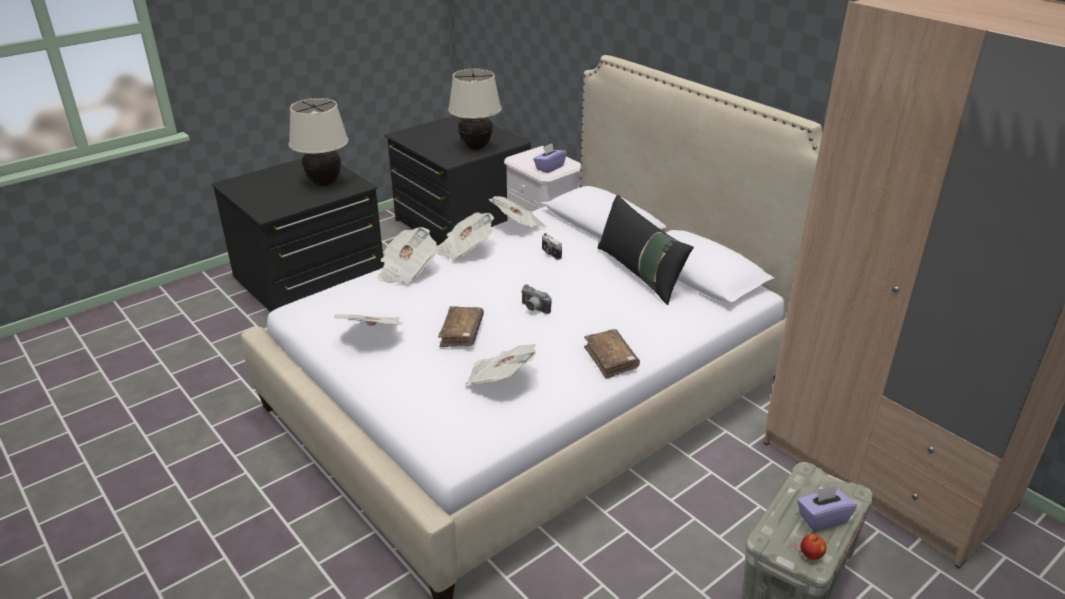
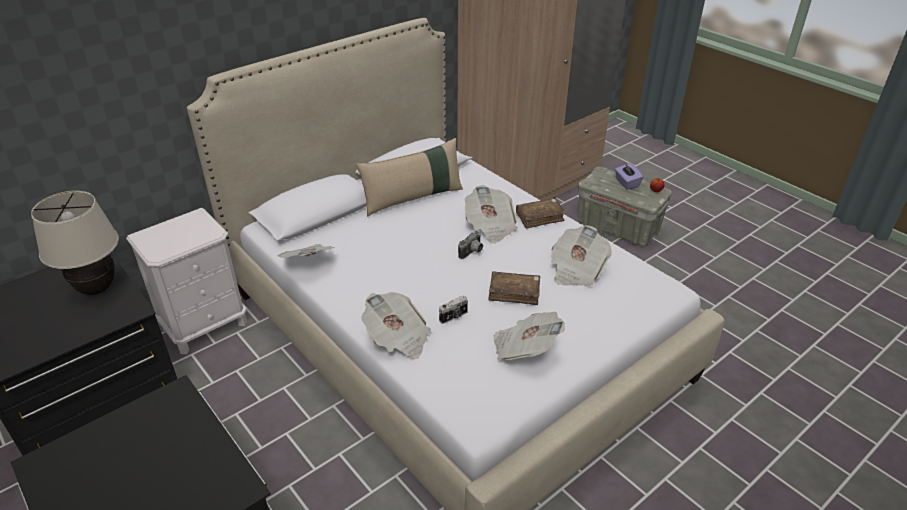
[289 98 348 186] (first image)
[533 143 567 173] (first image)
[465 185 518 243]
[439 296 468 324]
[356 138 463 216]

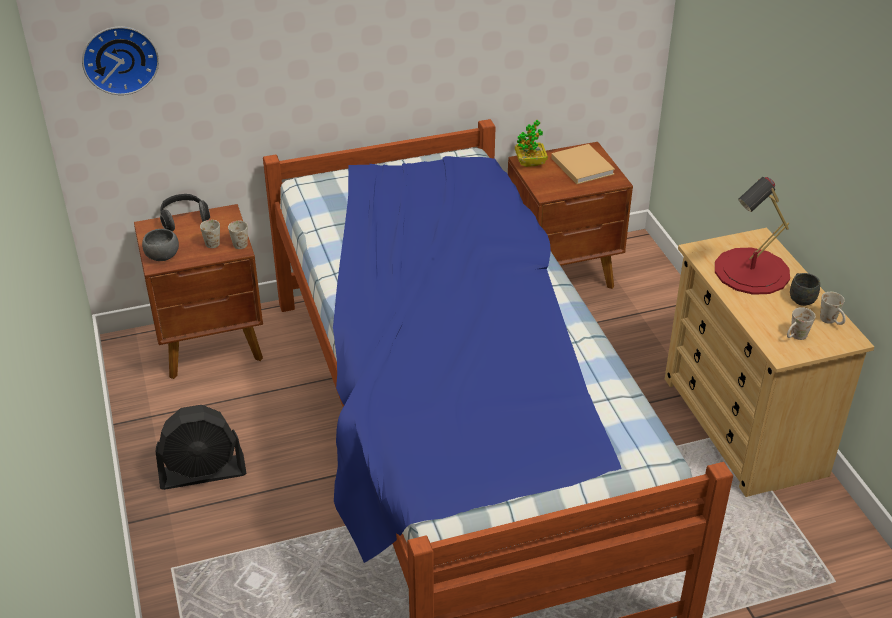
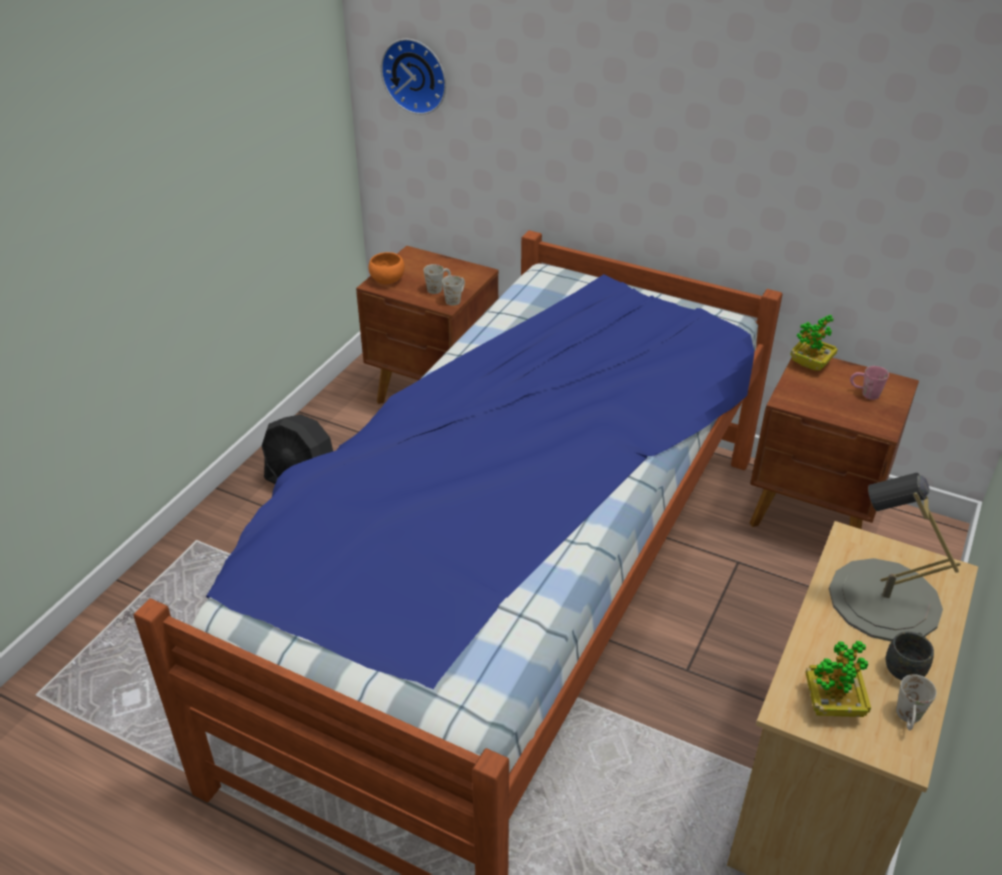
[160 194 210 231] (first image)
[850 366 889 400]
[805 641 871 717]
[368 252 405 284]
[829 473 961 641]

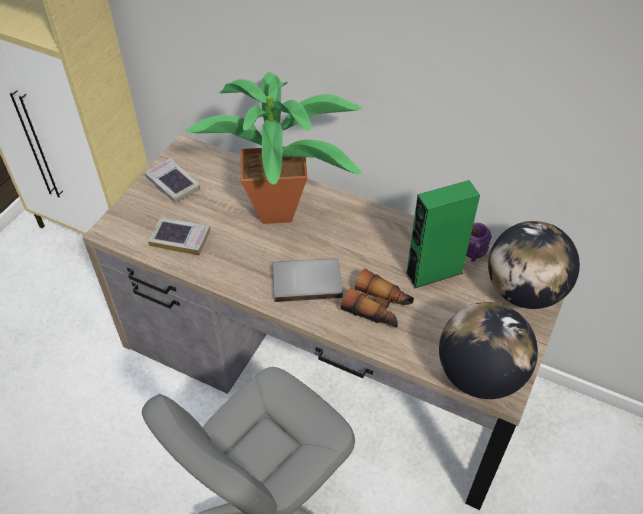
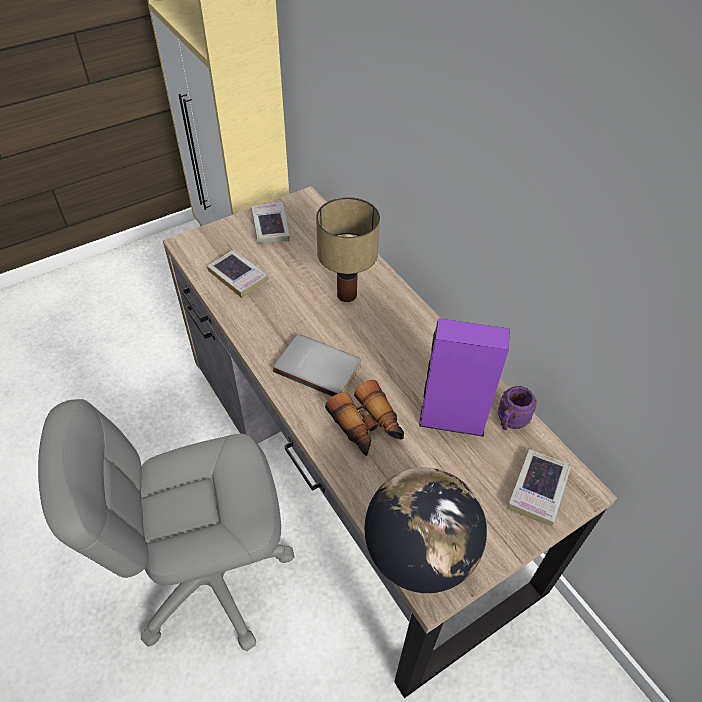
[316 197 380 302]
[508 449 572 526]
[419 318 510 437]

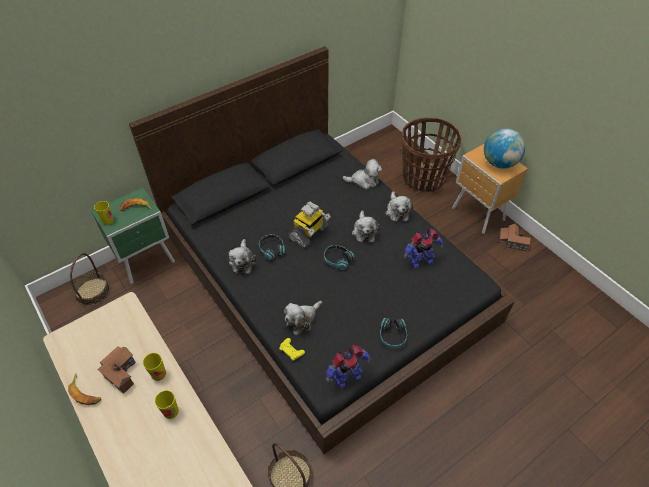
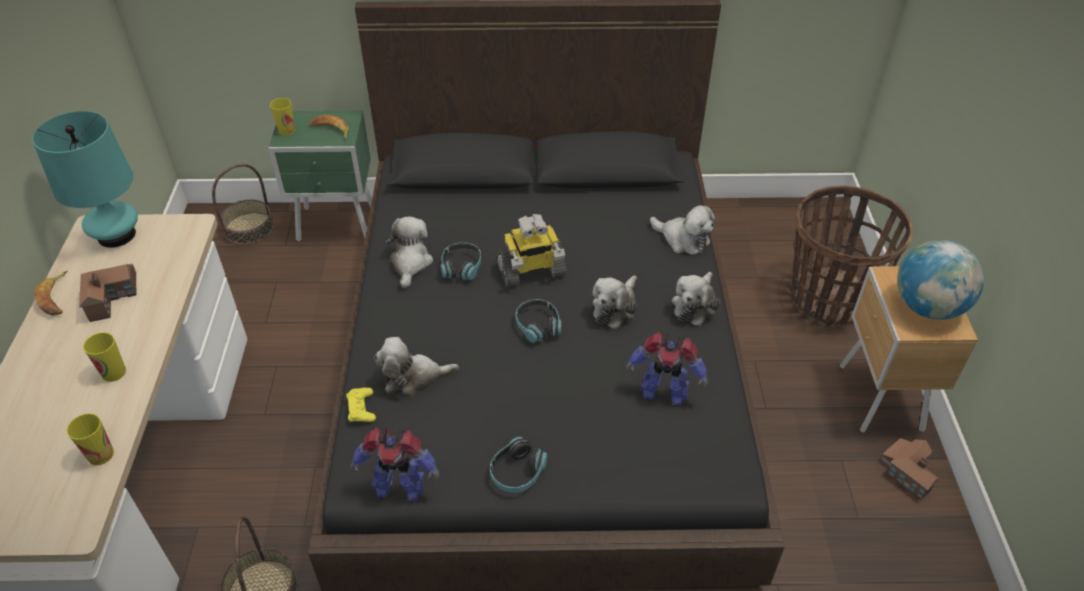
[32 111 138 248]
[66 413 114 465]
[386 217 433 289]

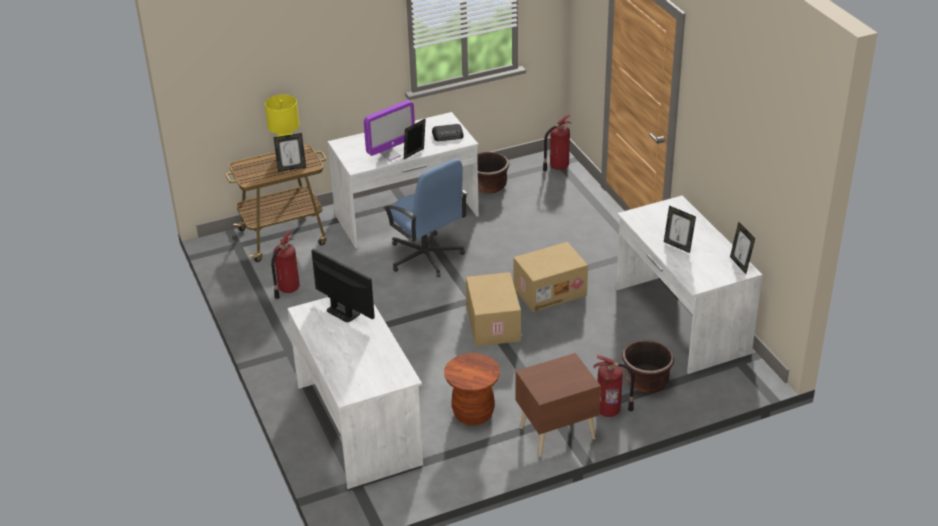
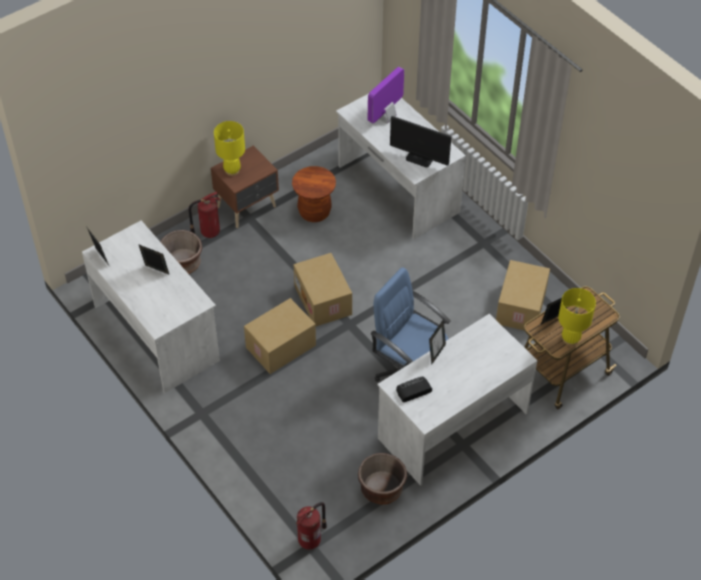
[214 121 245 176]
[368 67 404 123]
[496 260 550 331]

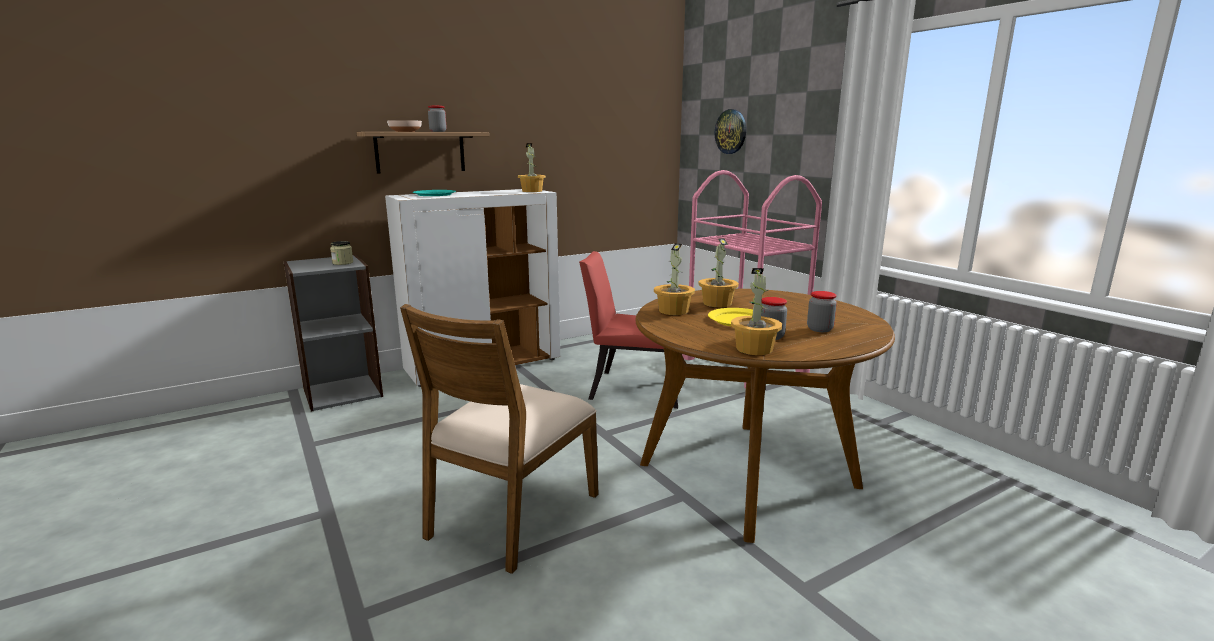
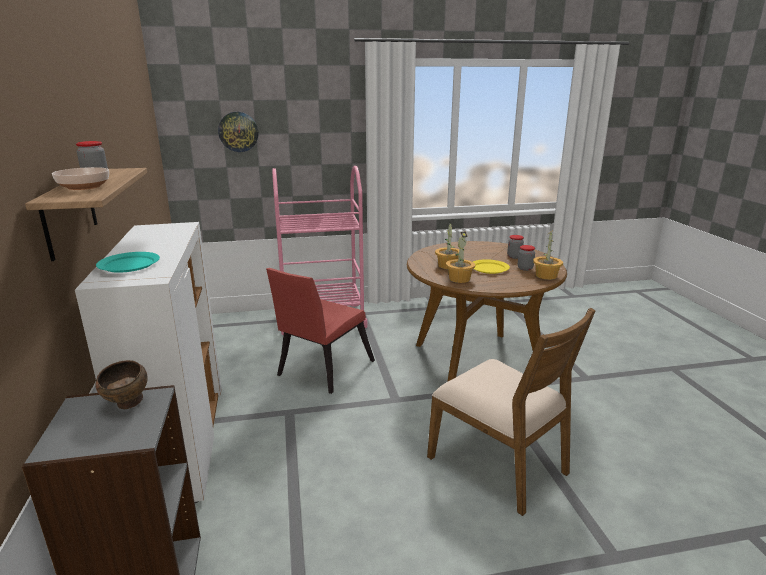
[518 143 546 192] (first image)
[95 360 148 409]

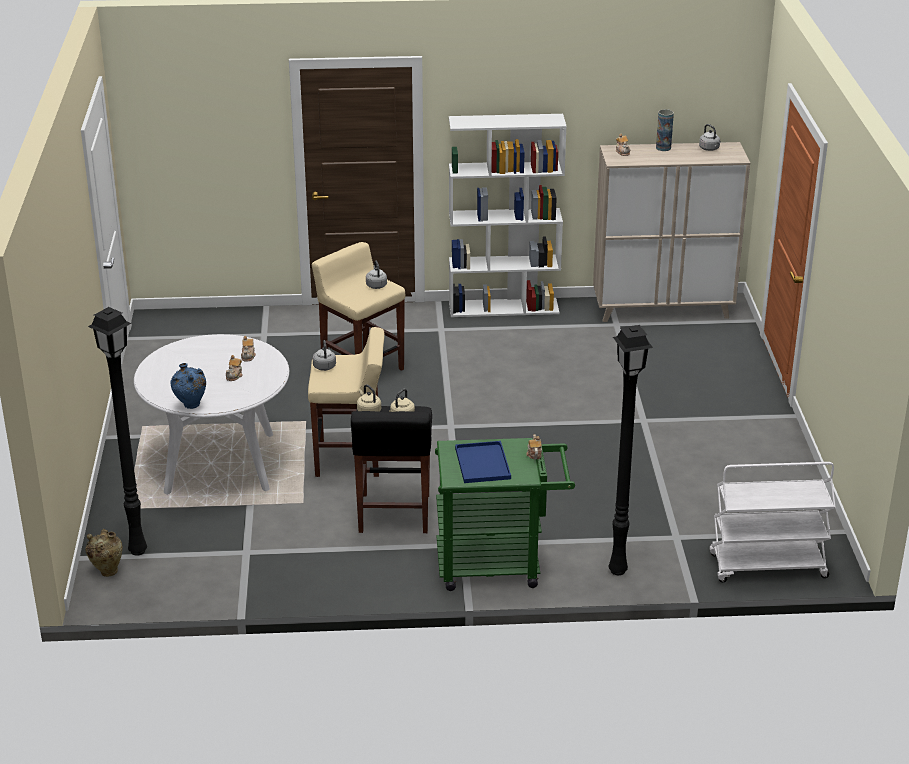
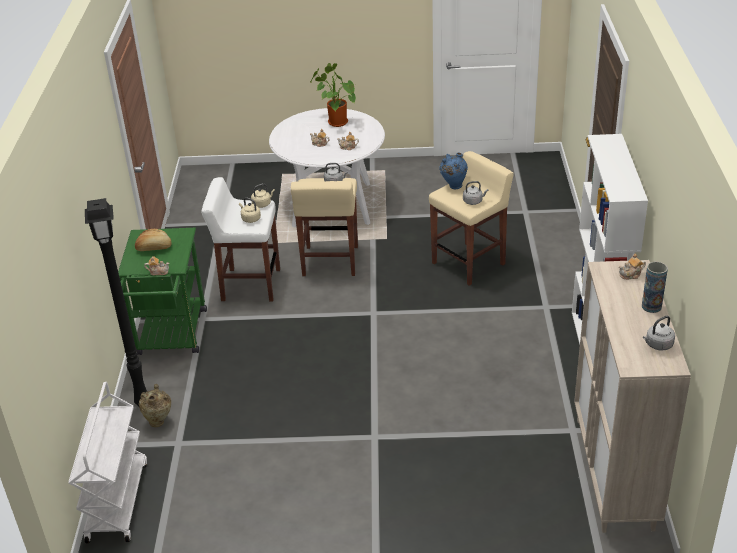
[88 307 147 556] (first image)
[310 63 356 127]
[139 384 171 427]
[439 153 468 189]
[135 229 172 251]
[201 177 280 302]

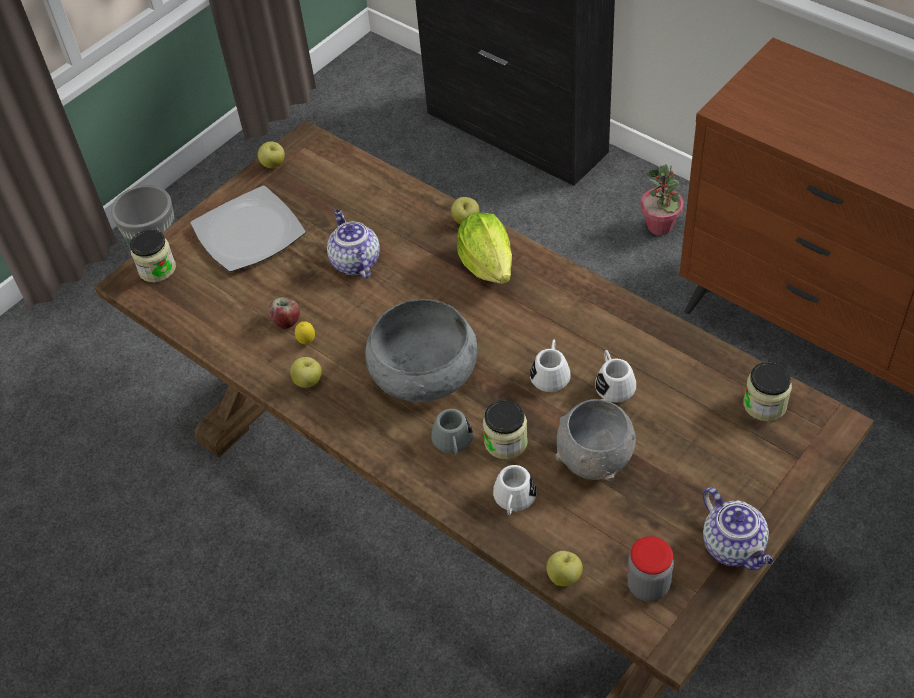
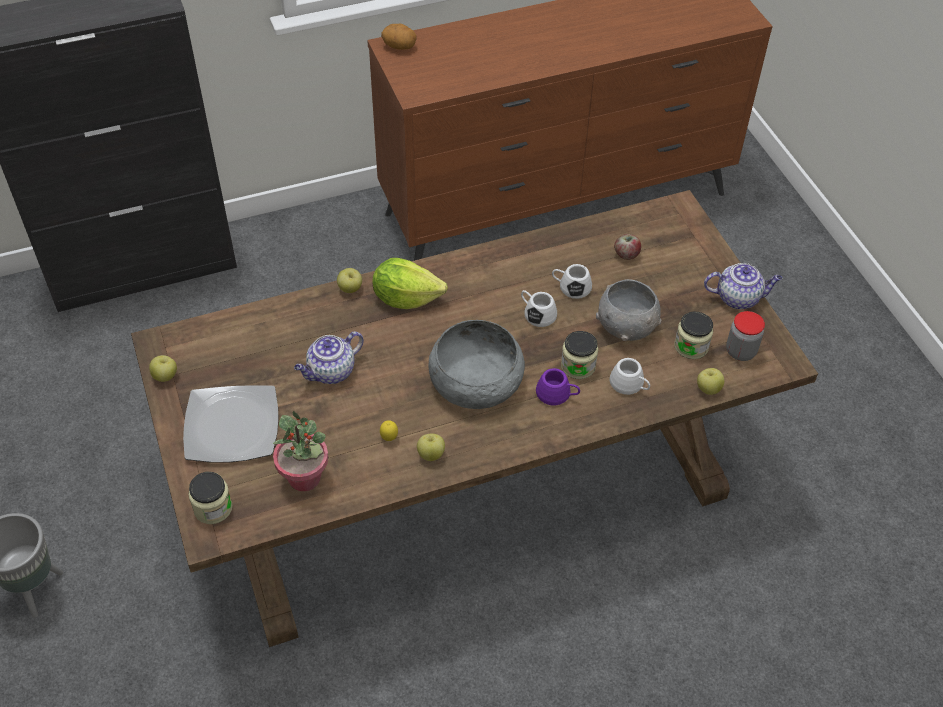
[381 24 417 50]
[614 234 641 260]
[273 411 328 492]
[674 312 713 359]
[536 368 580 405]
[294 331 364 384]

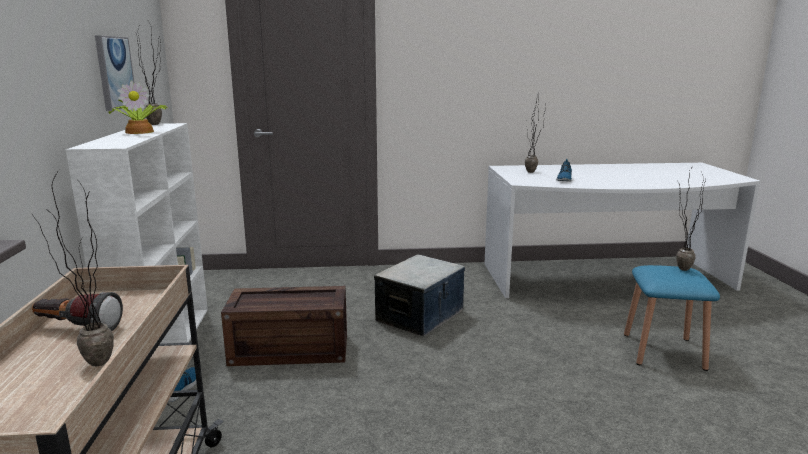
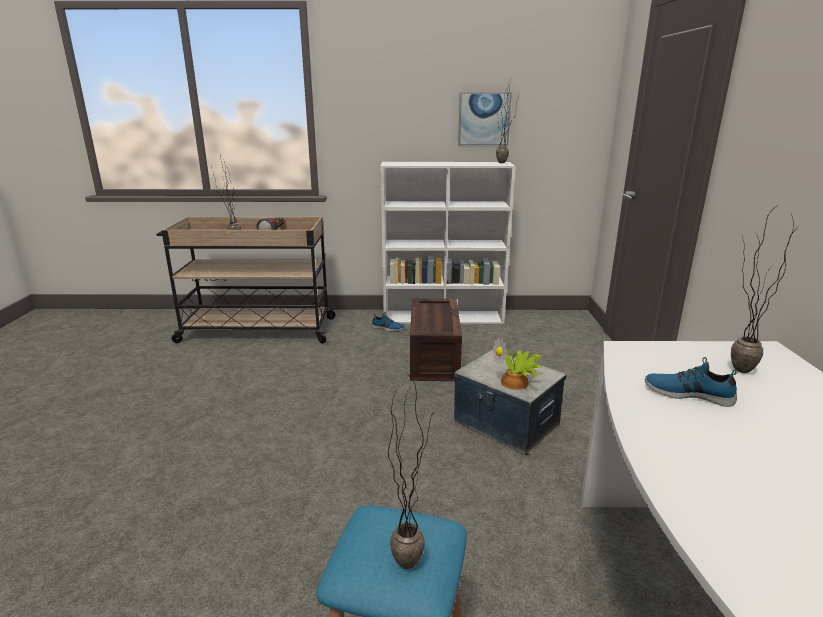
[493 338 542 390]

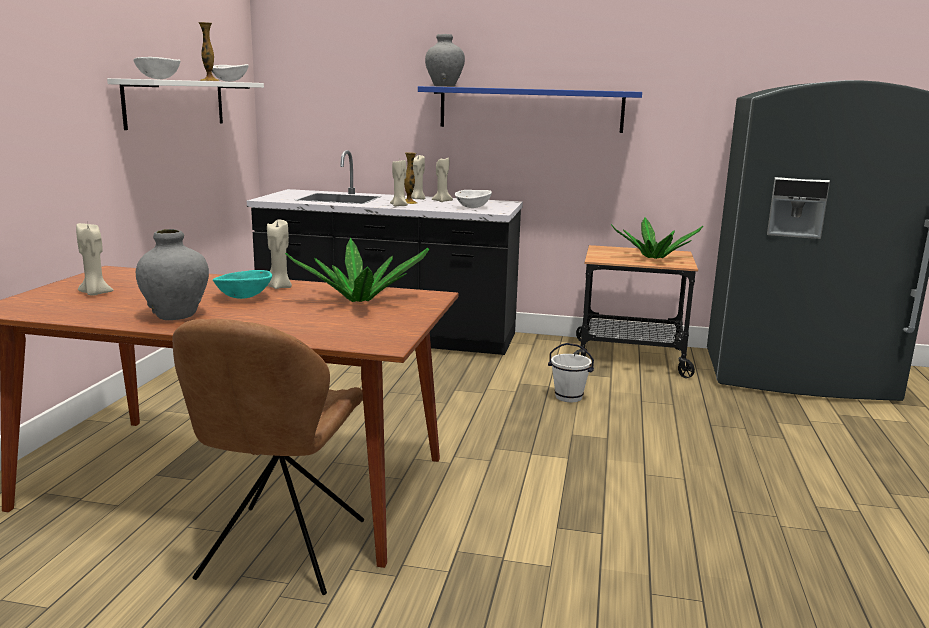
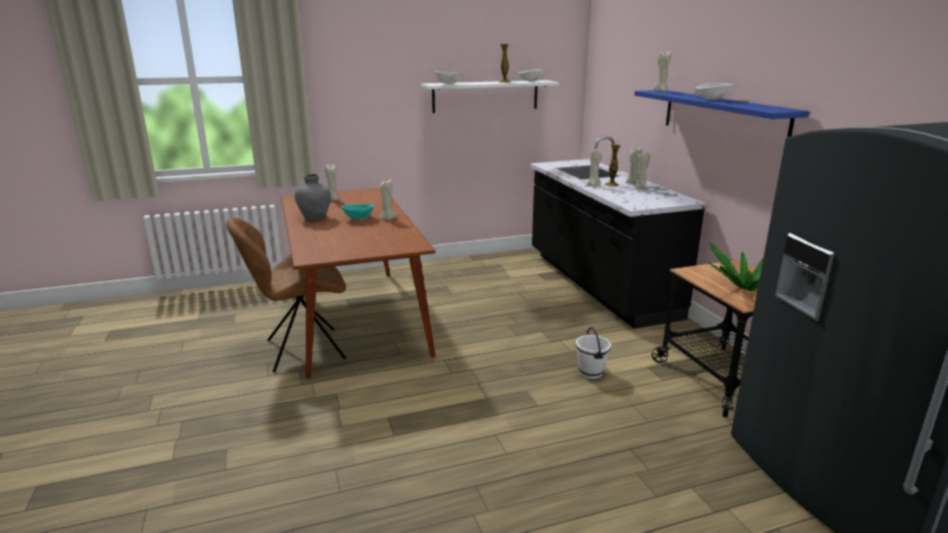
[285 238 430 302] (first image)
[695 83 735 100]
[654 50 671 92]

